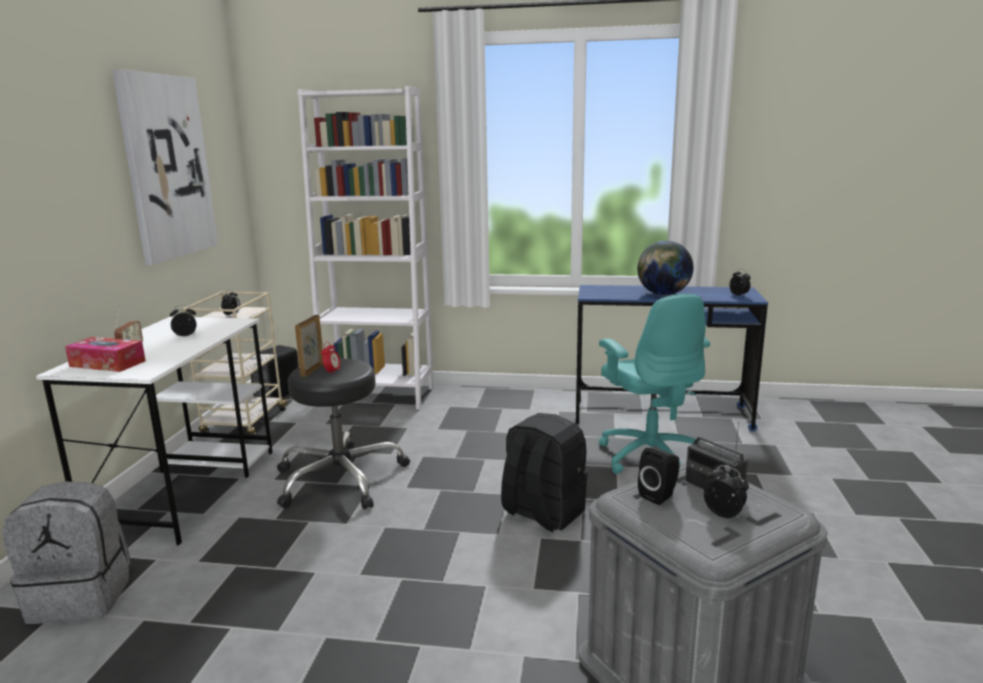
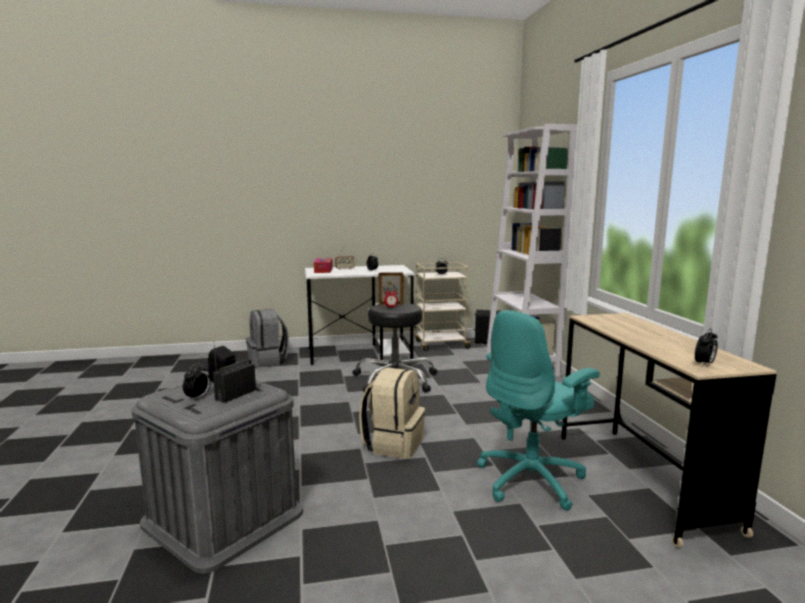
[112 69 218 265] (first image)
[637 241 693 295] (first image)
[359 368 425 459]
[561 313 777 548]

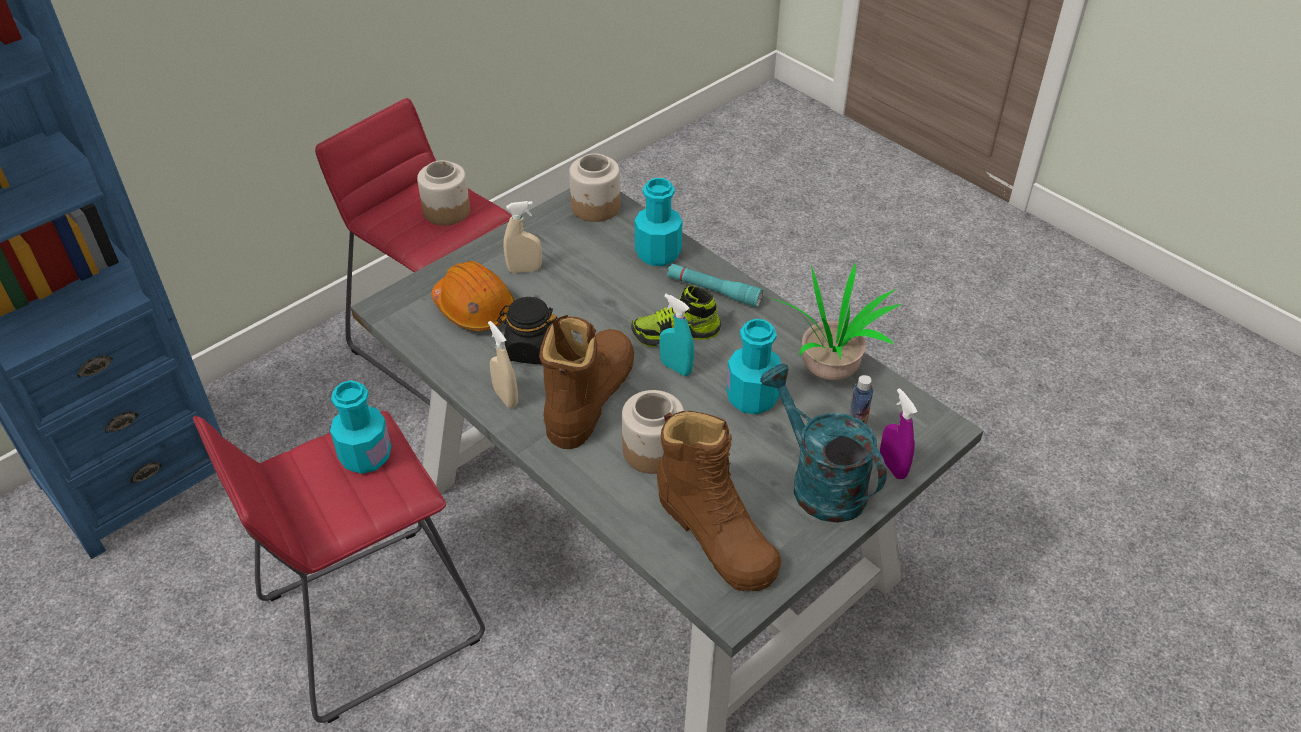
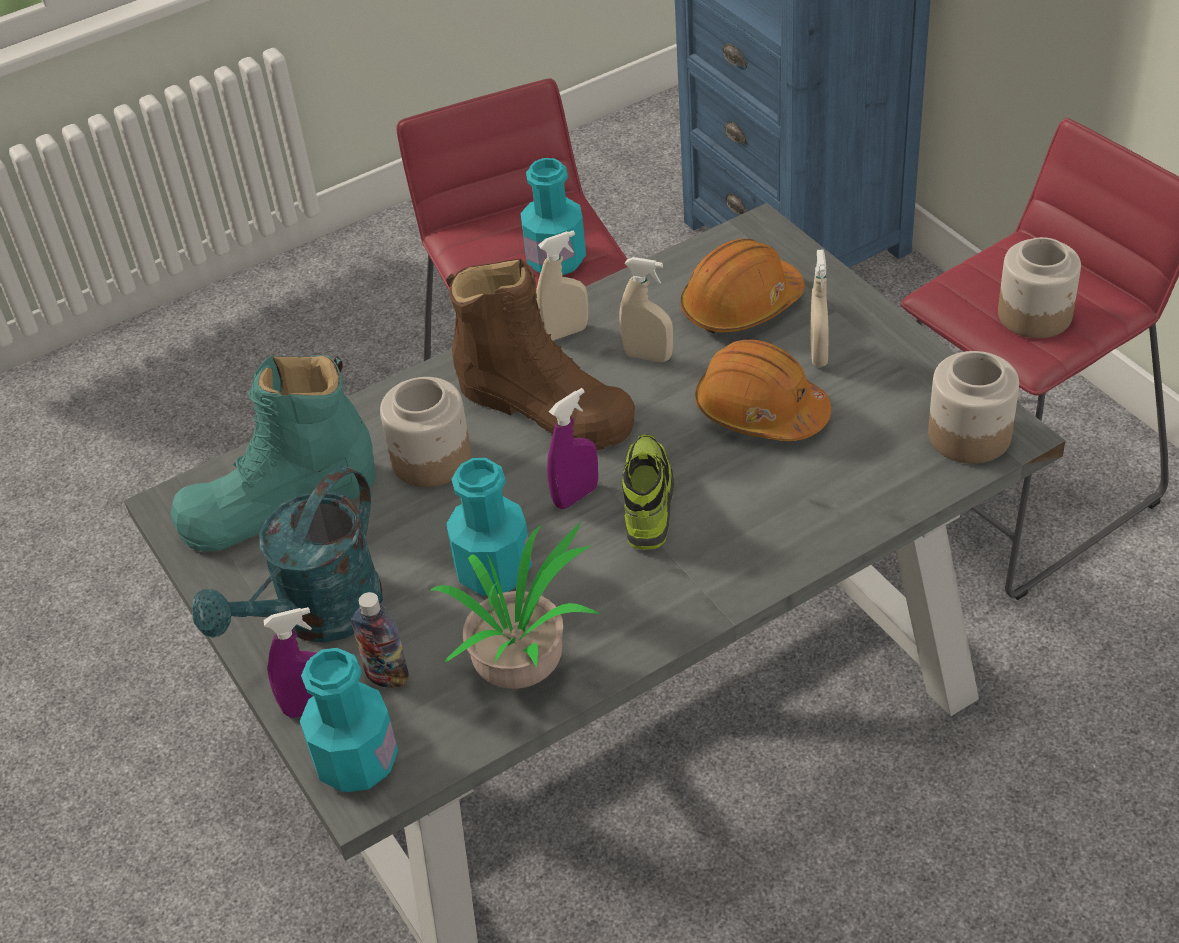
[667 264 763 307] (first image)
[695 340 831 441]
[300 648 398 792]
[620 257 673 362]
[170 355 376 552]
[547 388 598 509]
[191 466 383 643]

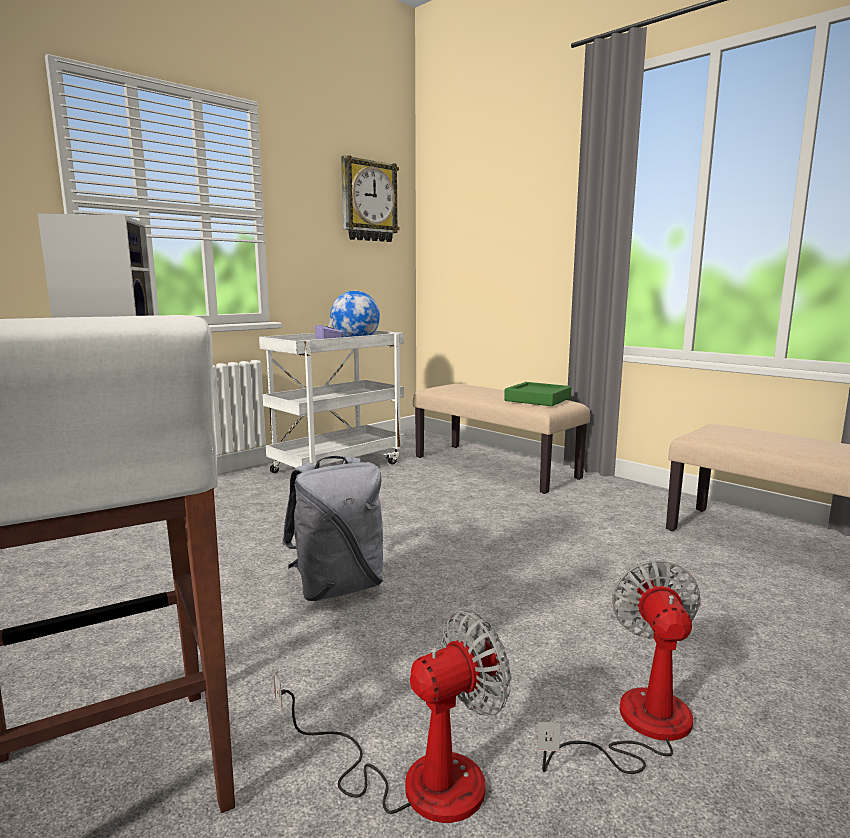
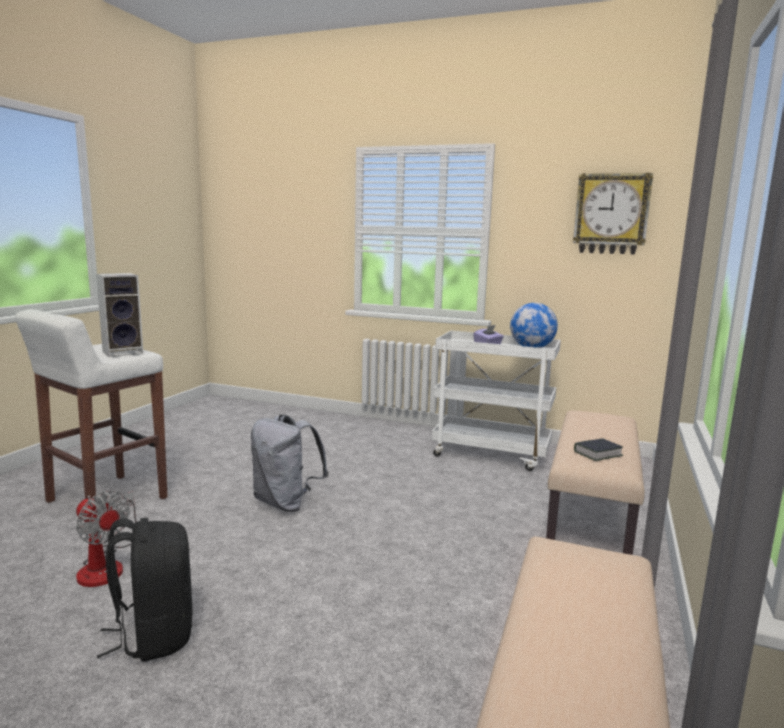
[574 438 623 461]
[97 518 193 662]

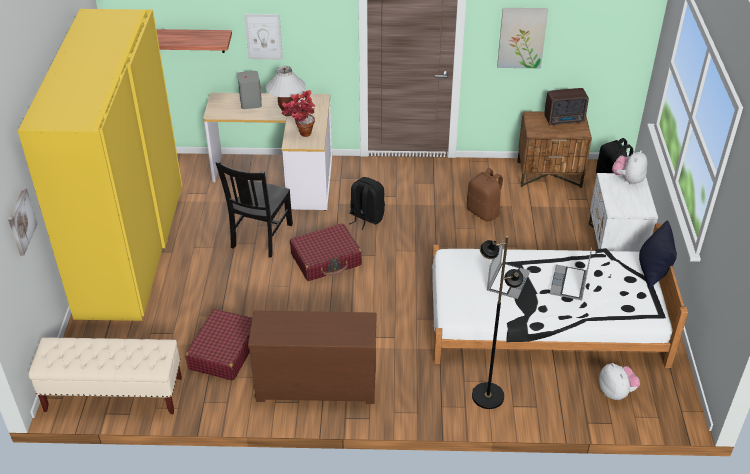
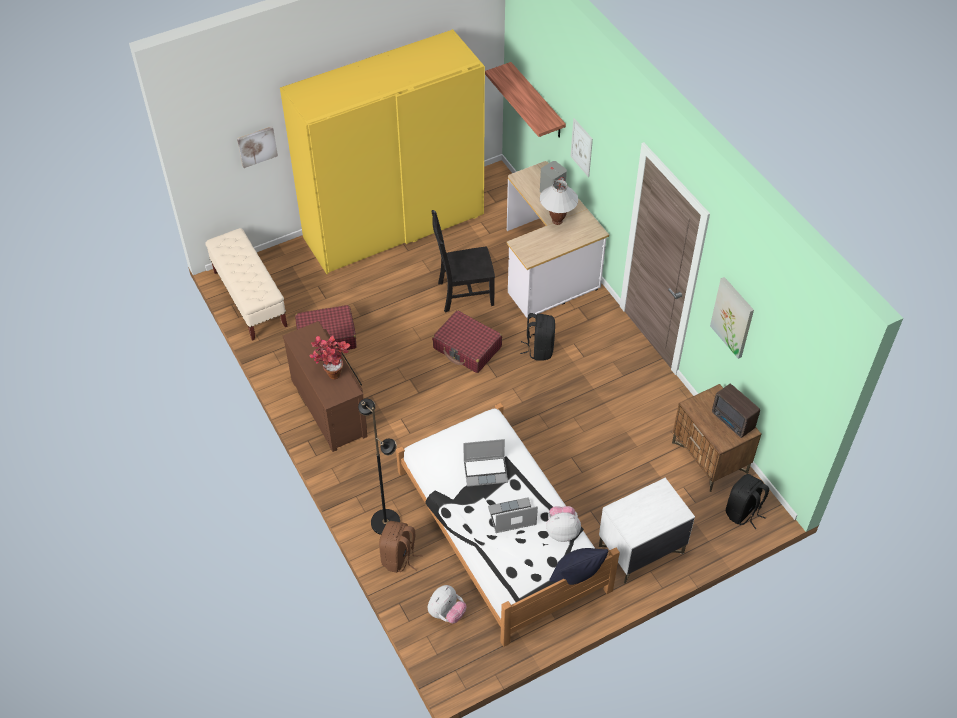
[310 336 351 380]
[379 521 422 573]
[546 506 581 542]

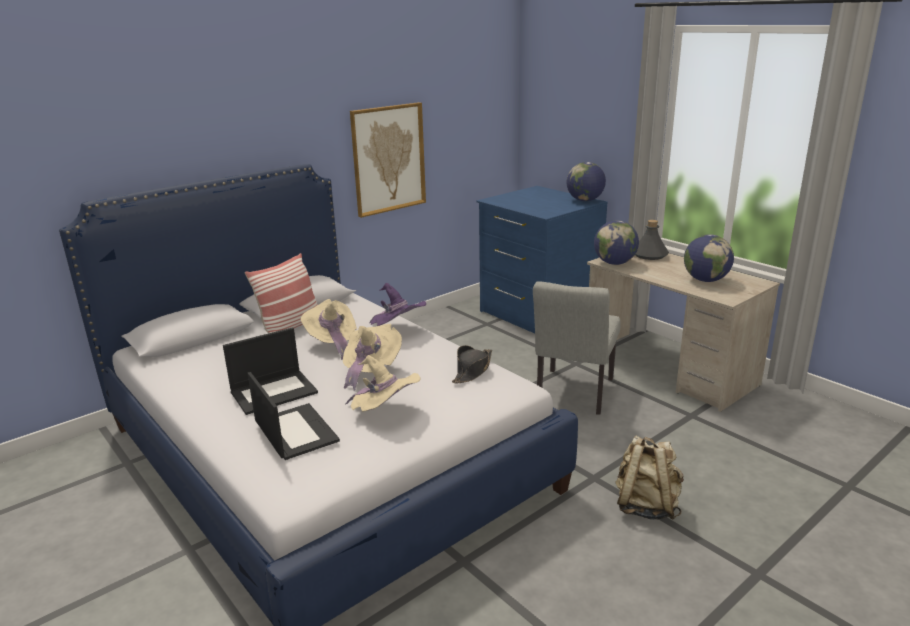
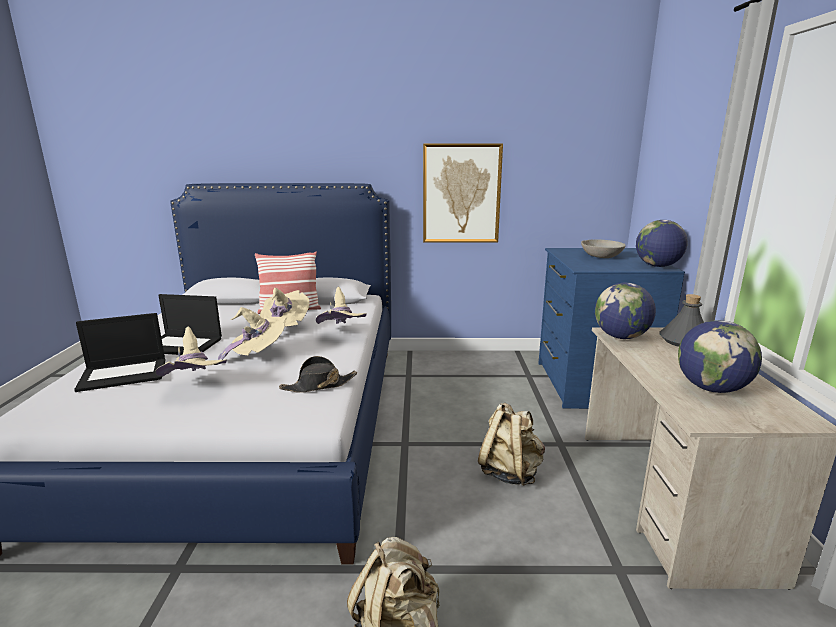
[581 240 626 258]
[478 402 545 486]
[316 287 367 324]
[74 313 166 392]

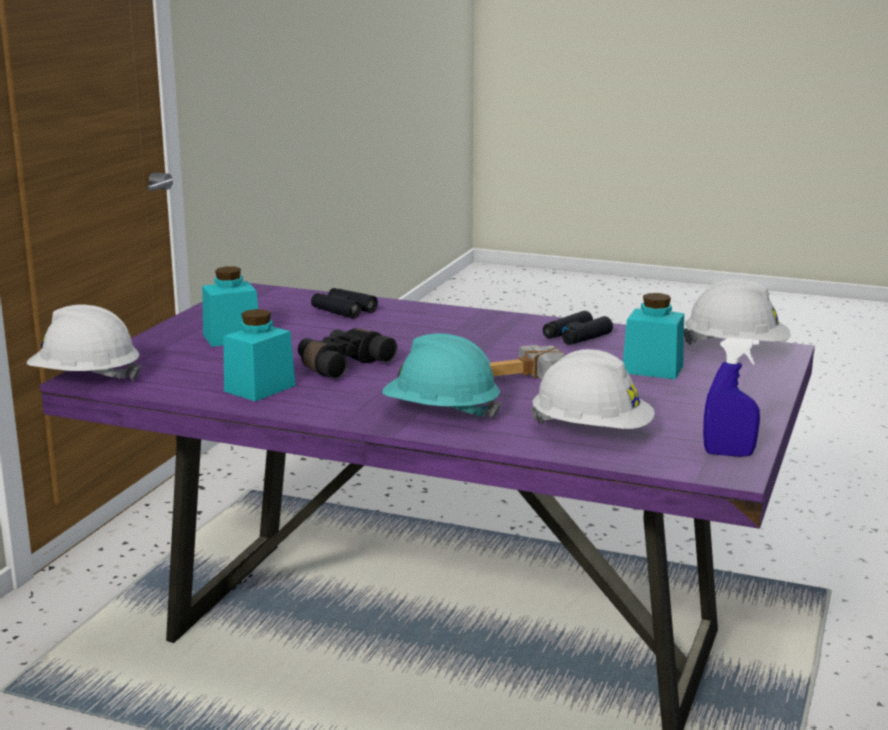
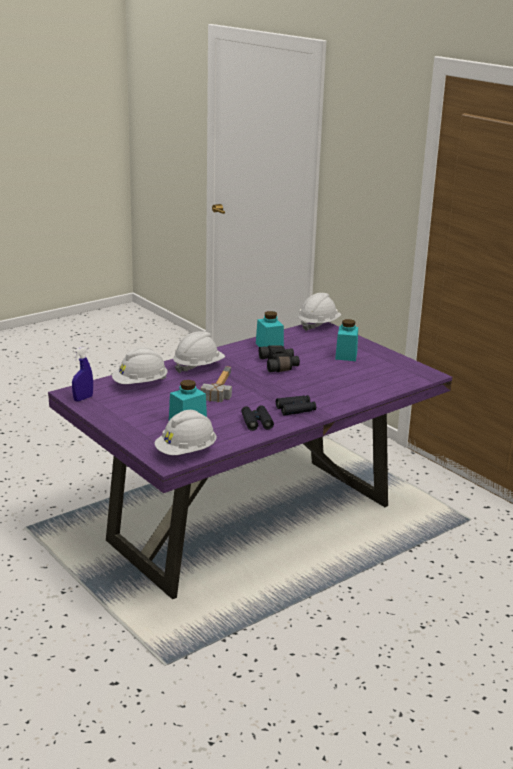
[276 395 316 416]
[173 331 225 373]

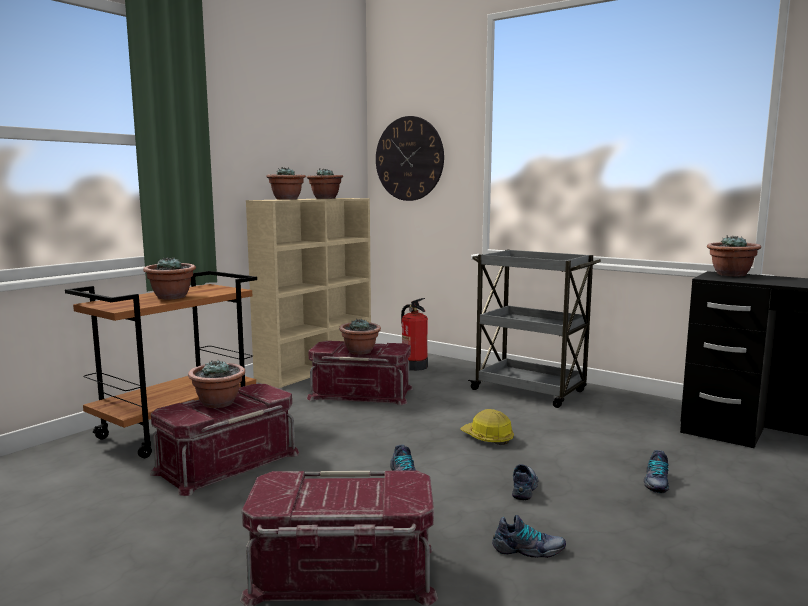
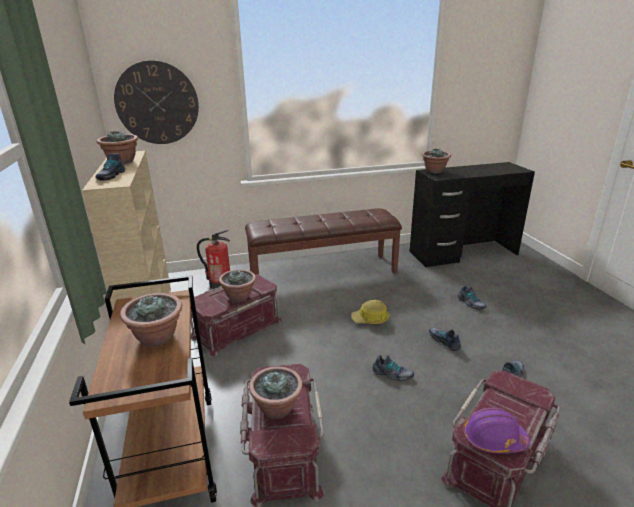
[463 408 530 454]
[95 153 125 181]
[245 208 402 275]

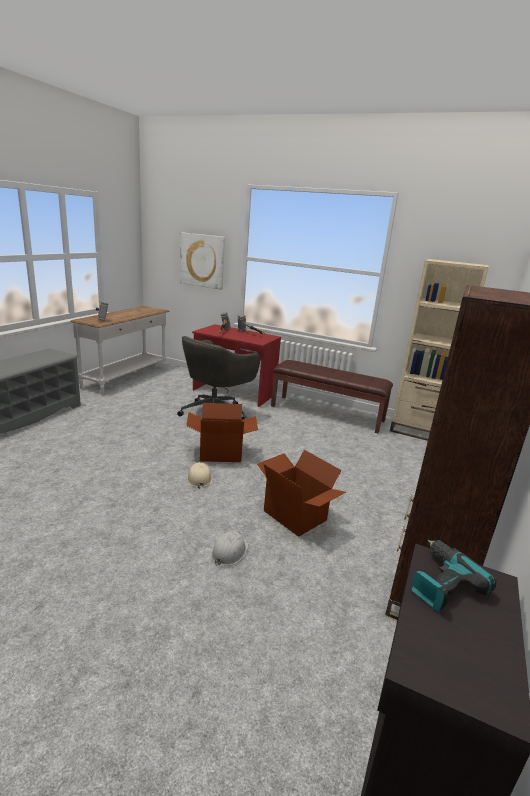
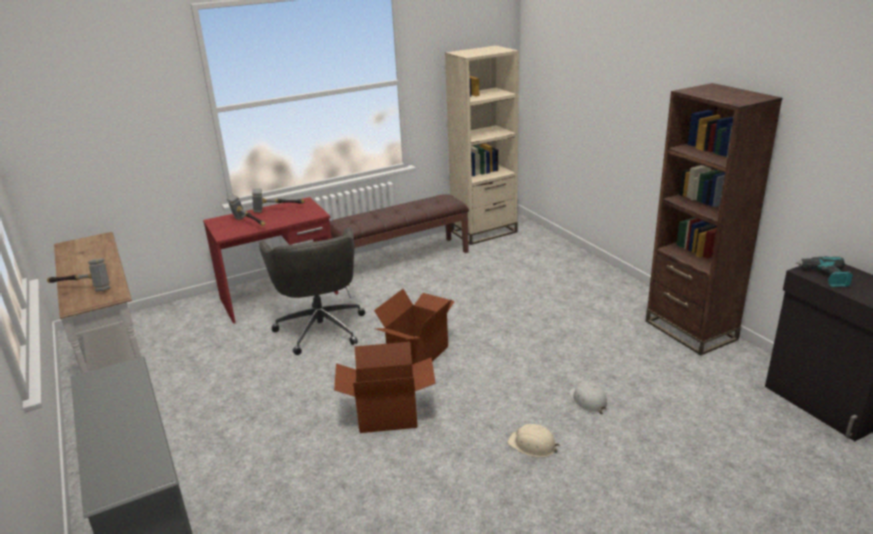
[180 232 225 290] (first image)
[508 424 560 458]
[334 342 436 433]

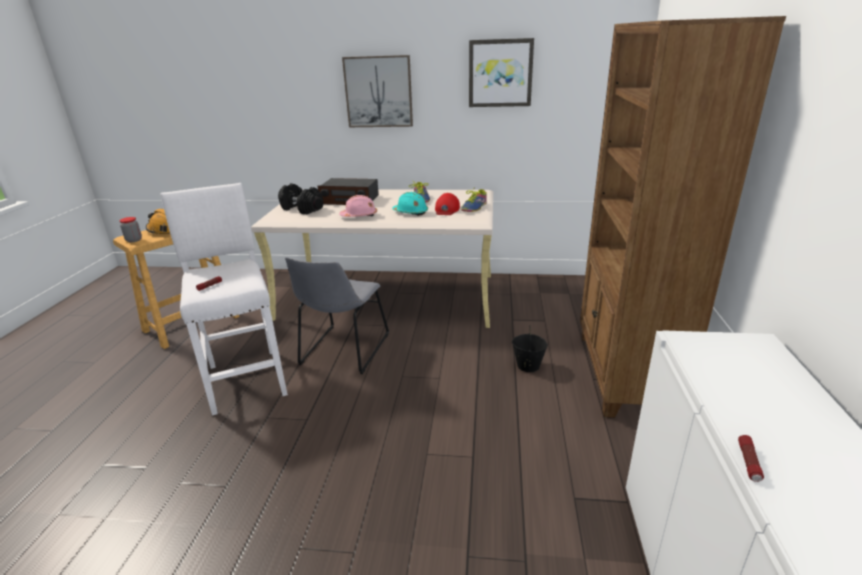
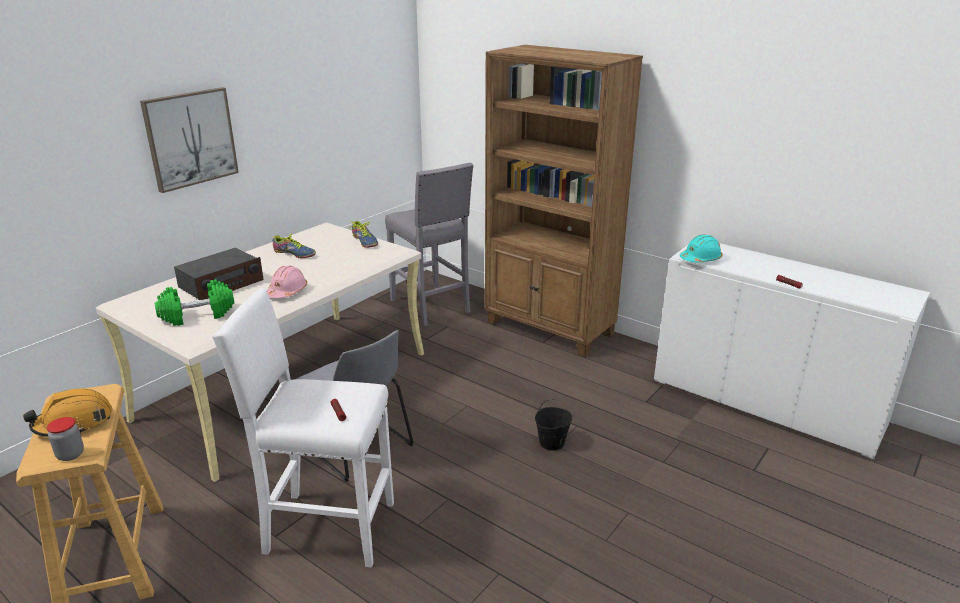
[435 193 460 215] (first image)
[469 38 534 107] (first image)
[385 162 474 326]
[680 234 723 262]
[535 399 572 450]
[154 279 234 326]

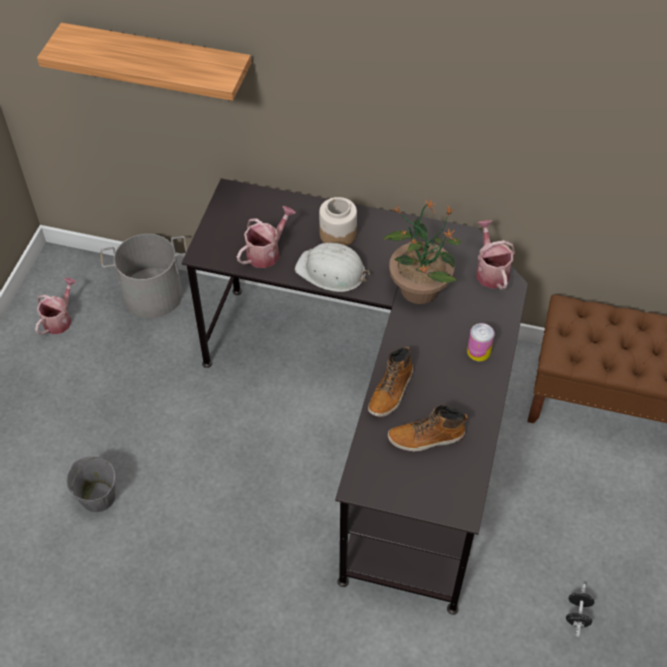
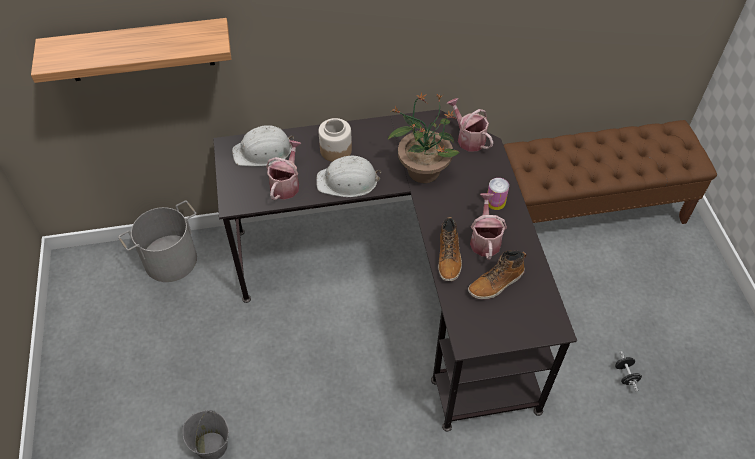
[232 125 294 166]
[470 193 507 260]

